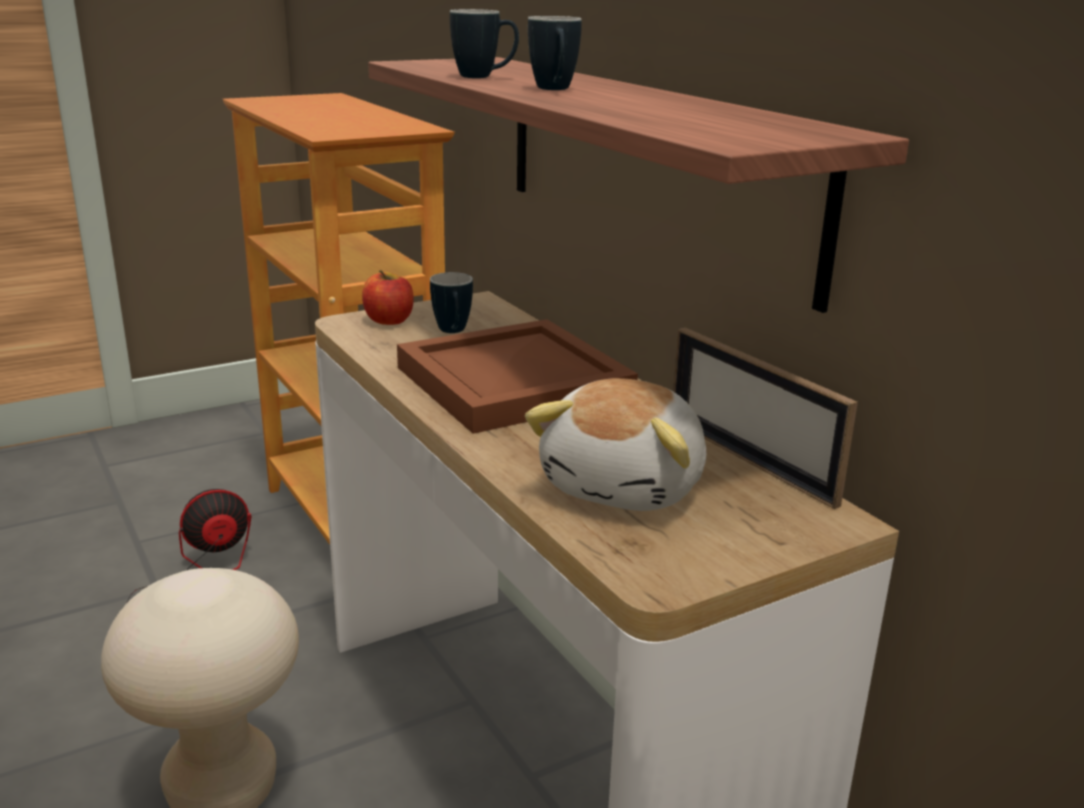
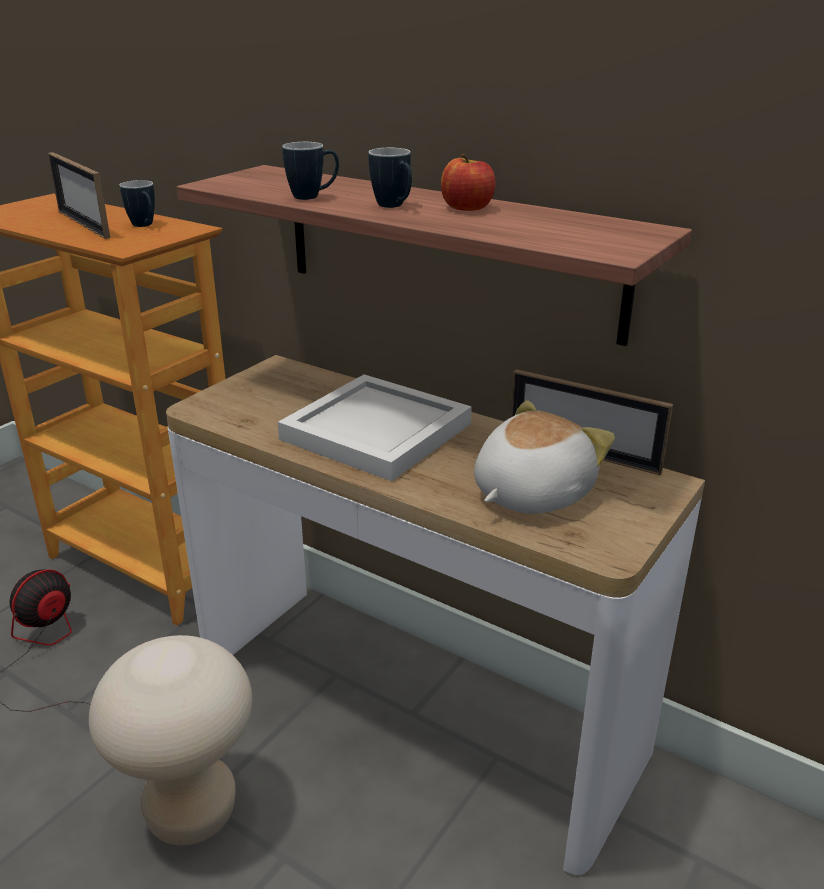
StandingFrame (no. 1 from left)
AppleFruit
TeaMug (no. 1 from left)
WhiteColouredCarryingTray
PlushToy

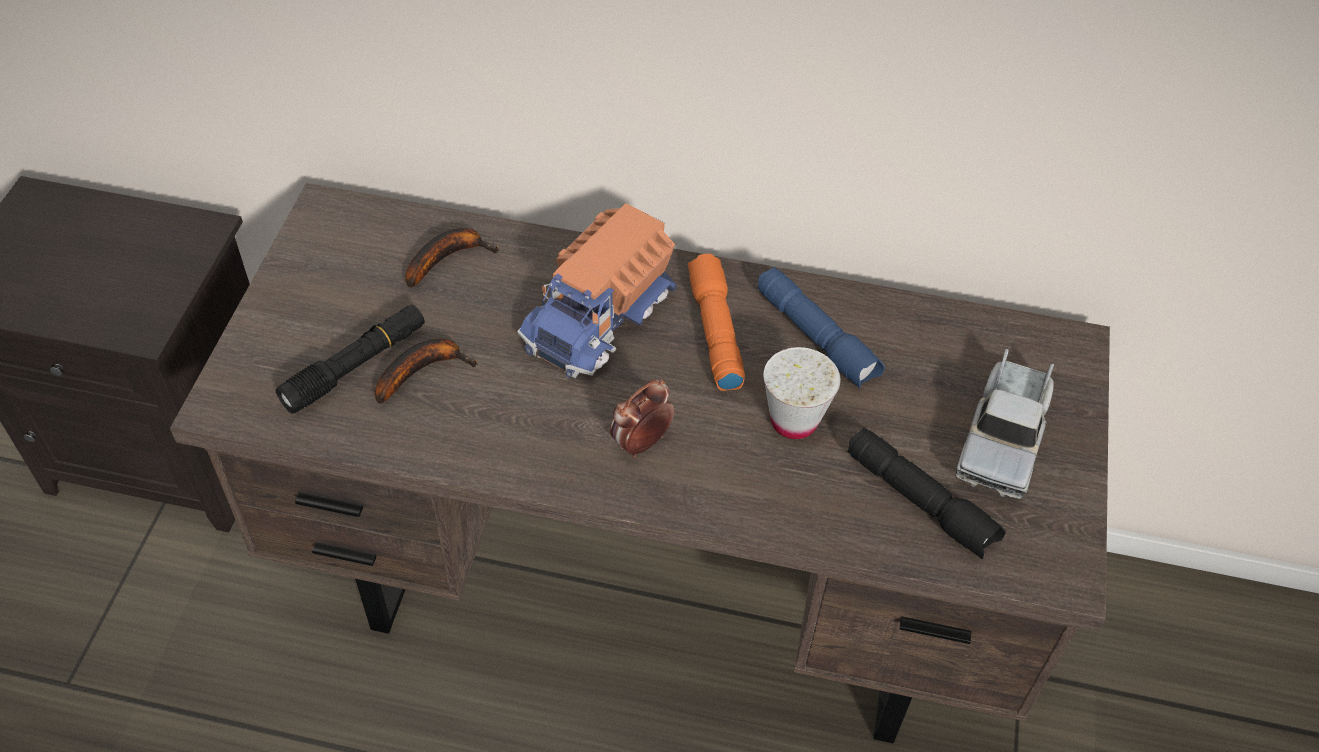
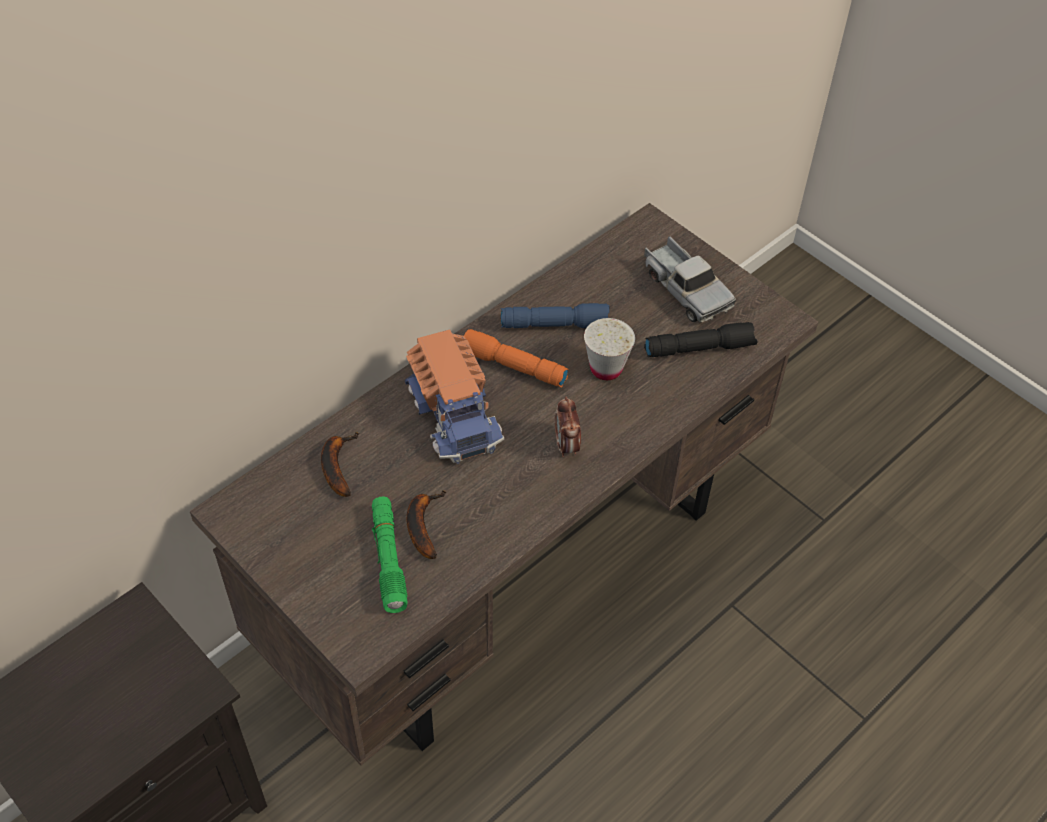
GreenishFlashlight

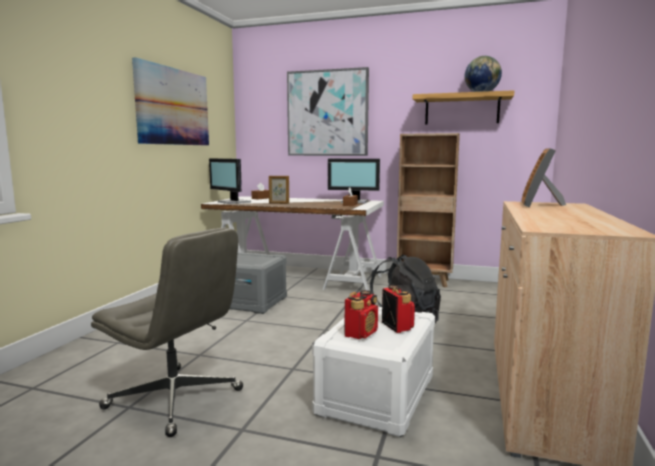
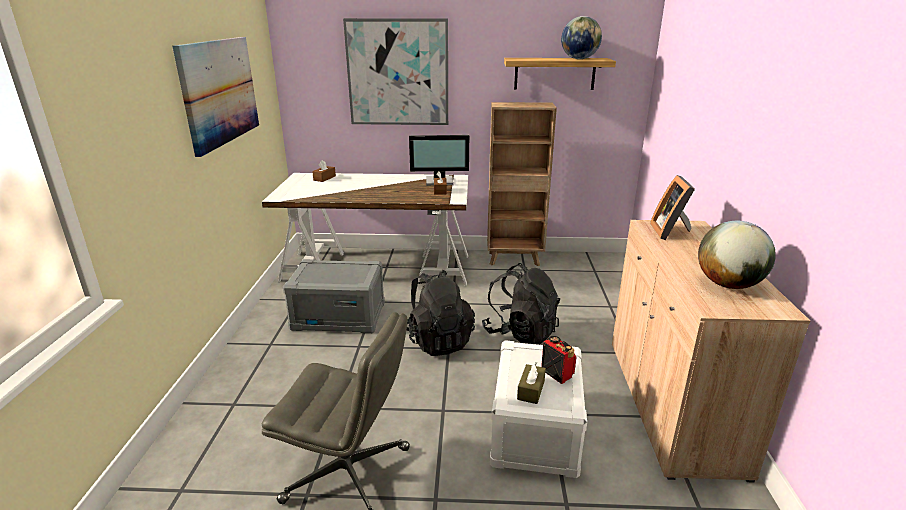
ComputerDisplay (no. 1 from left in the first image)
StandingFrame (no. 1 from left in the first image)
BlackColouredBackpack (no. 1 from left)
DeskGlobe (no. 2 from left)
BrownTissueBox (no. 3 from left)

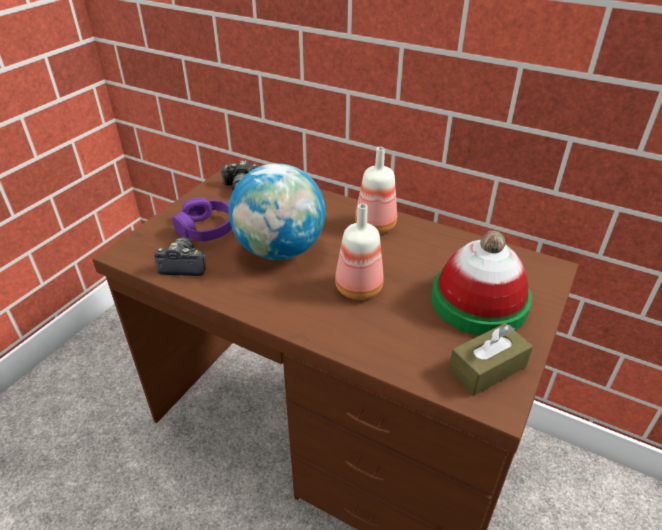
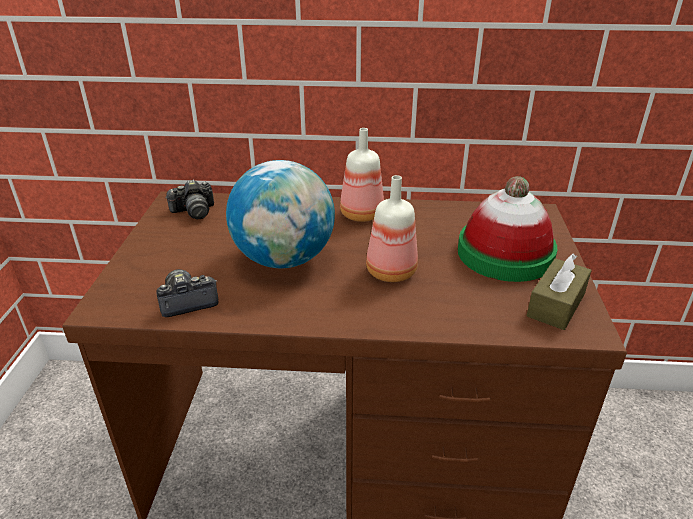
PurpleColouredHeadset

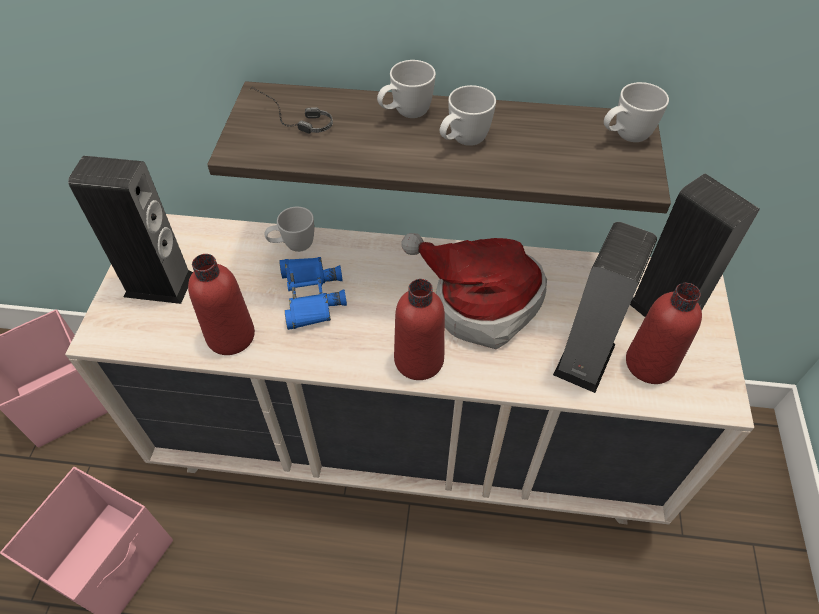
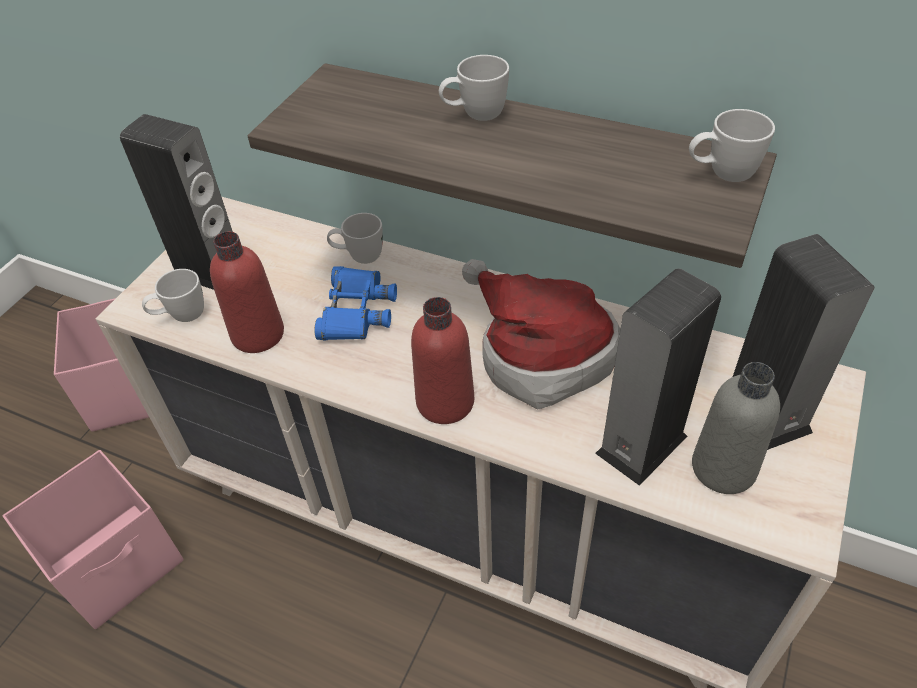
Headset
WhiteColouredTeaMug (no. 1 from left)
GreyishBeverageBottle

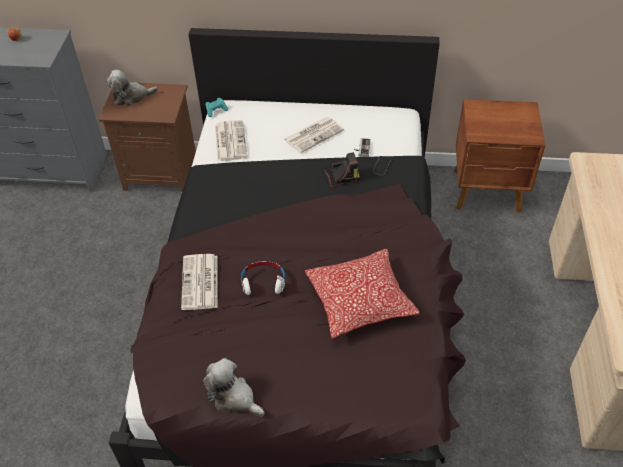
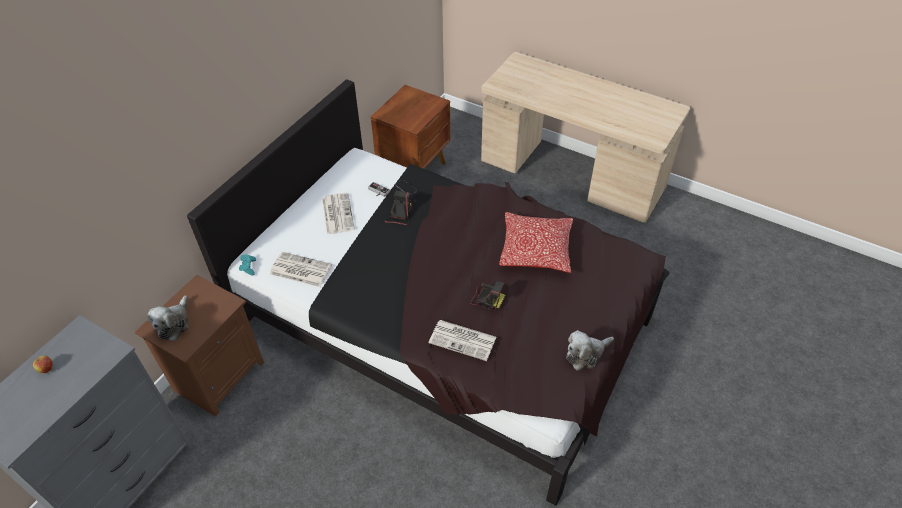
PhotoCamera (no. 2 from left)

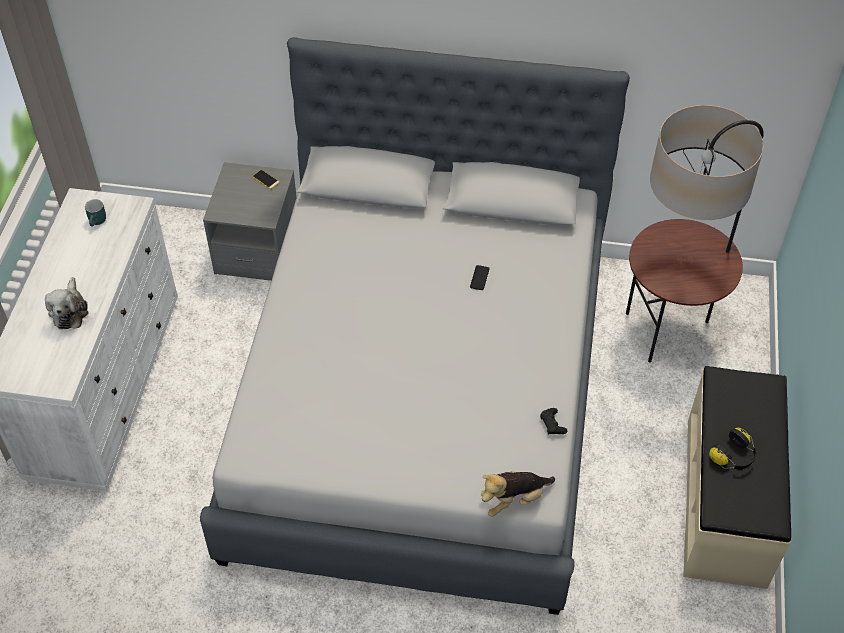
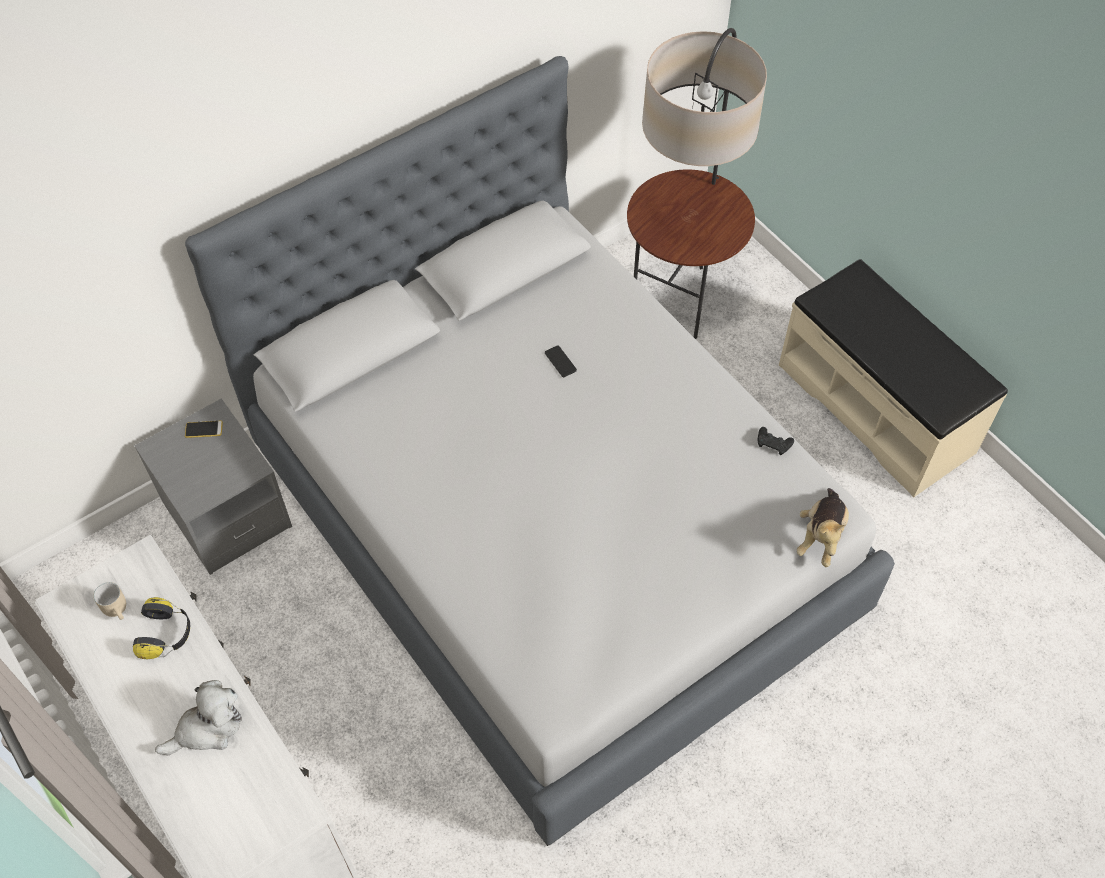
Headset
BeigeColouredTeaMug
PlushToy (no. 1 from left)

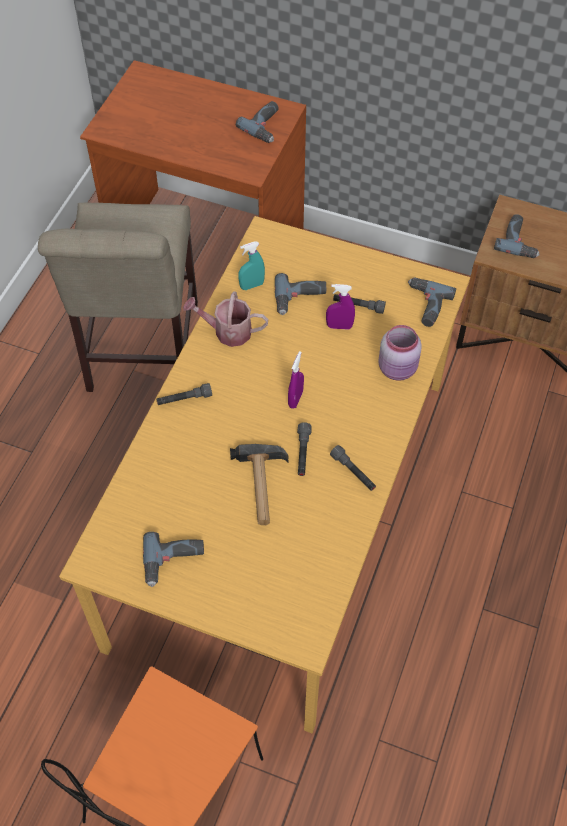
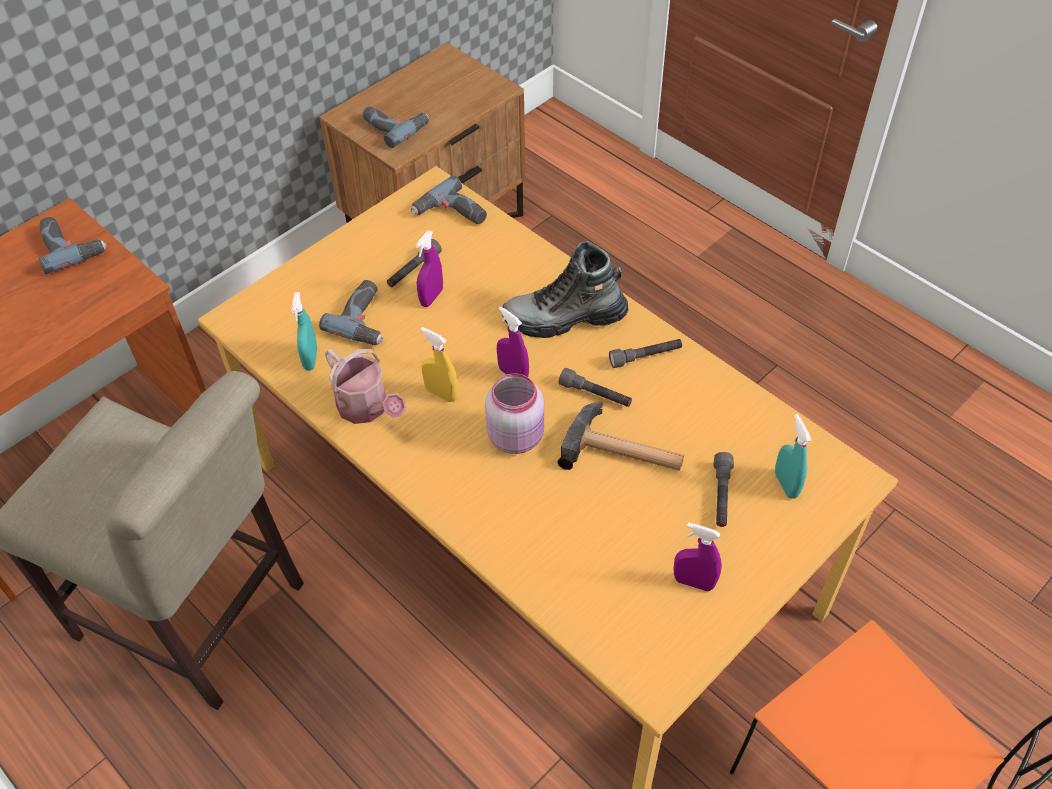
YellowHandSprayer
Boot
TurquoiseColouredHandSprayer (no. 2 from left)
GreyishFlashlight (no. 4 from left)
PinkJar
PurpleColouredHandSprayer (no. 3 from left)
WateringPot

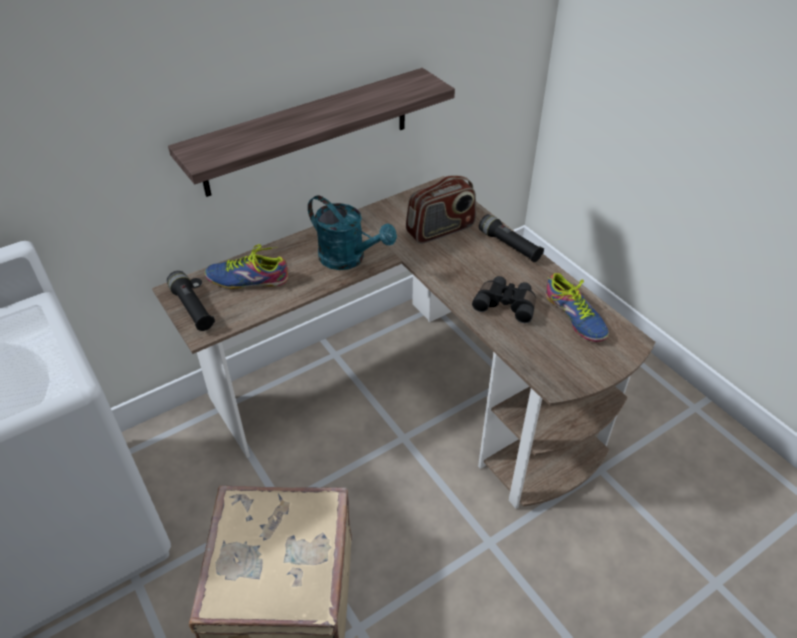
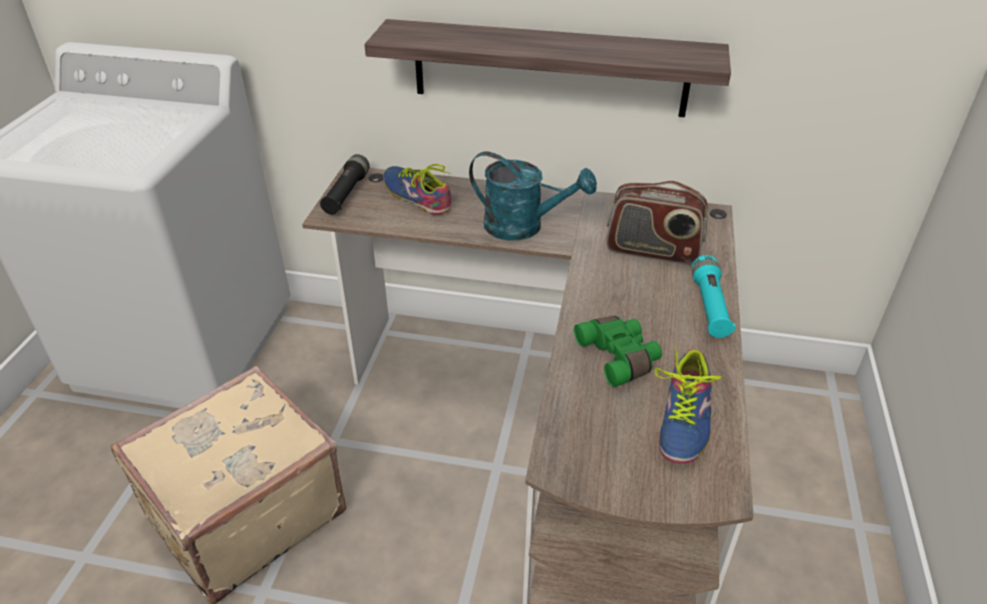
GreenishBinoculars
TurquoiseColouredFlashlight
TurquoiseColouredWateringPot

